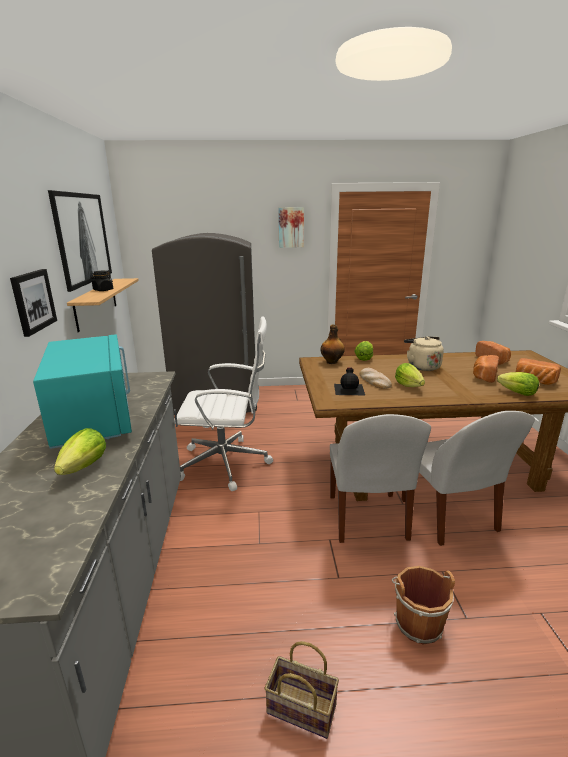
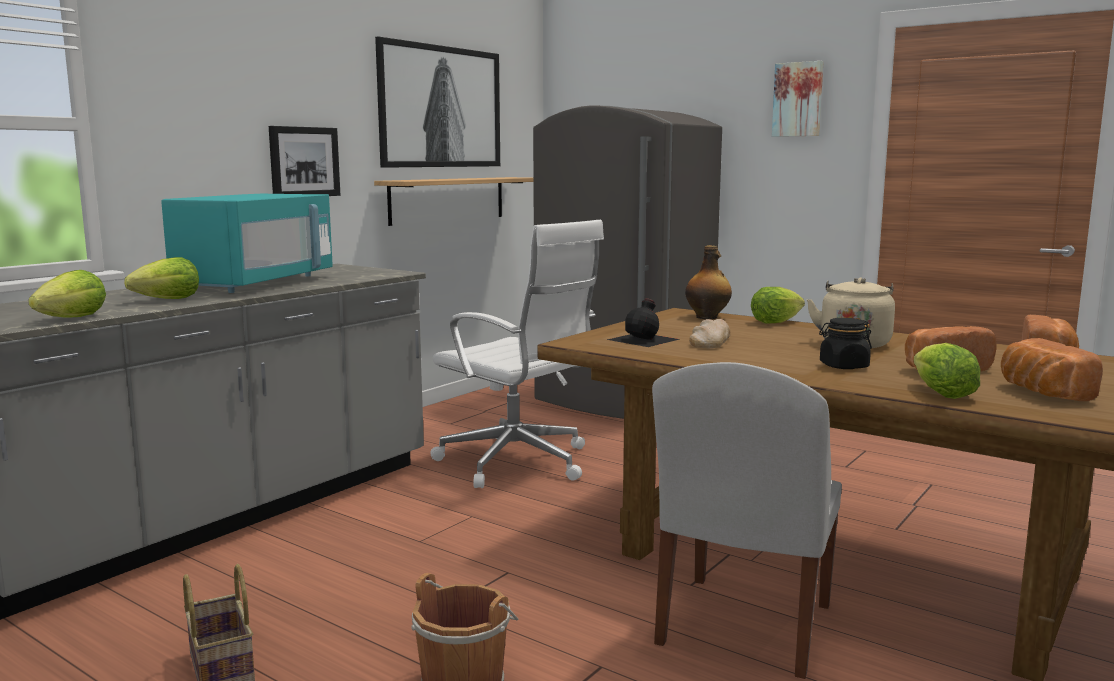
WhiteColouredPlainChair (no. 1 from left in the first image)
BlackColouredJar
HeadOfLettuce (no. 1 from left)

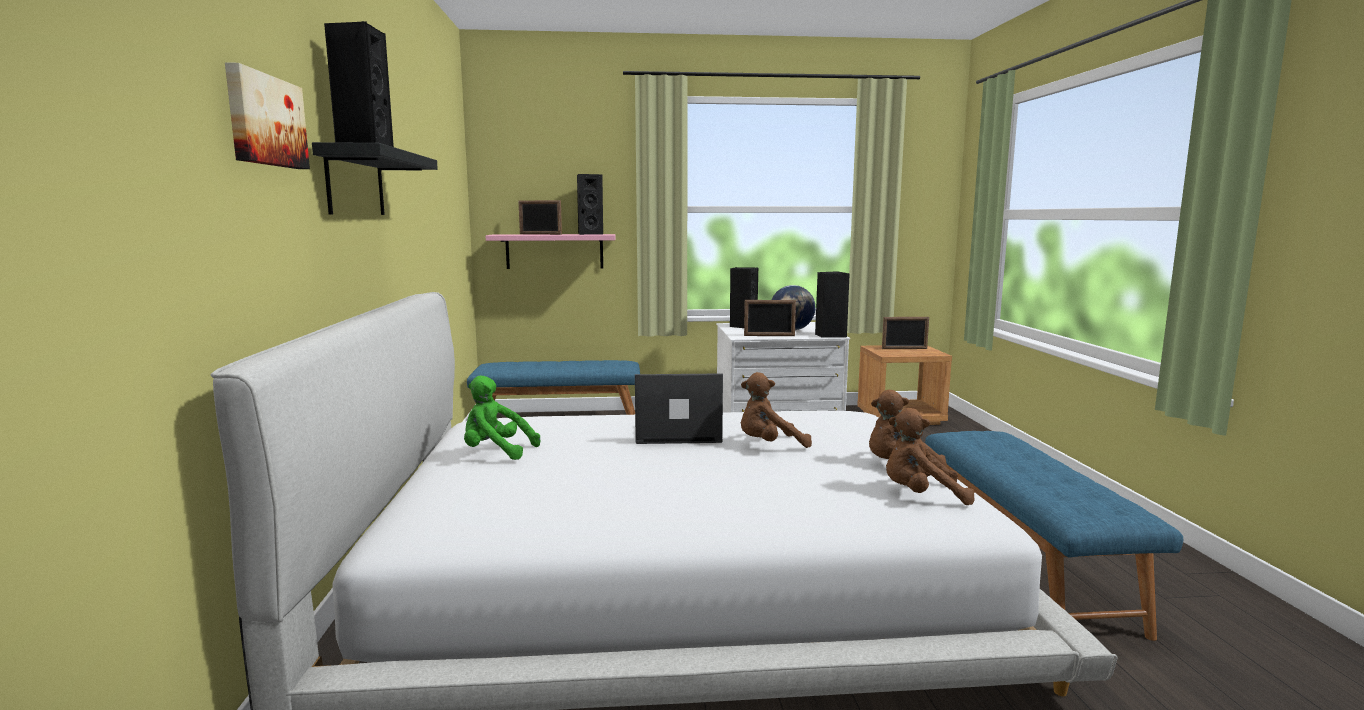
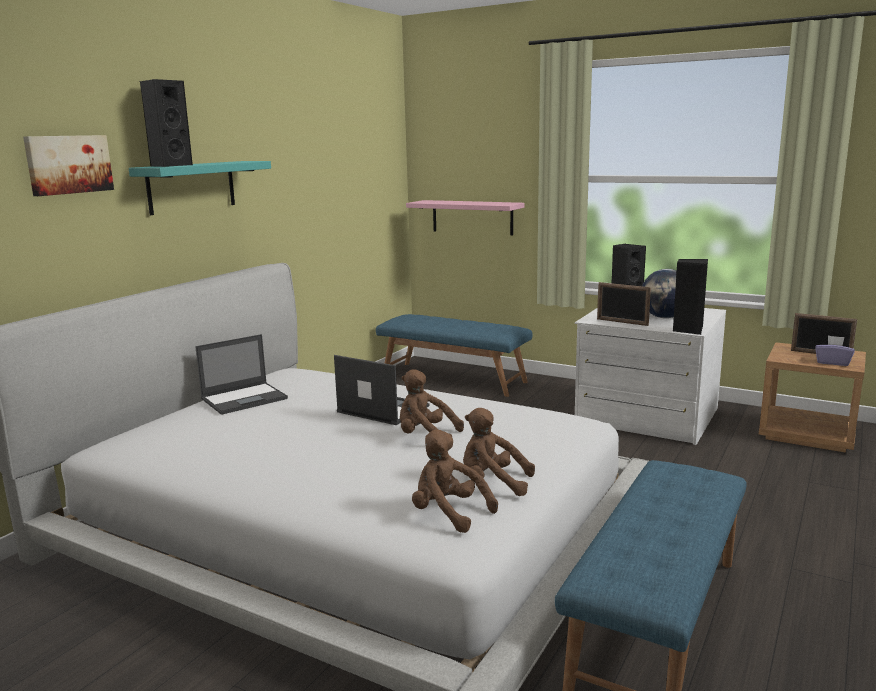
StandingFrame (no. 1 from left in the first image)
BlackColouredAudioSpeaker (no. 2 from left in the first image)
PurpleColouredTissueBox
Laptop (no. 1 from left)
TurquoiseColouredWallShelf

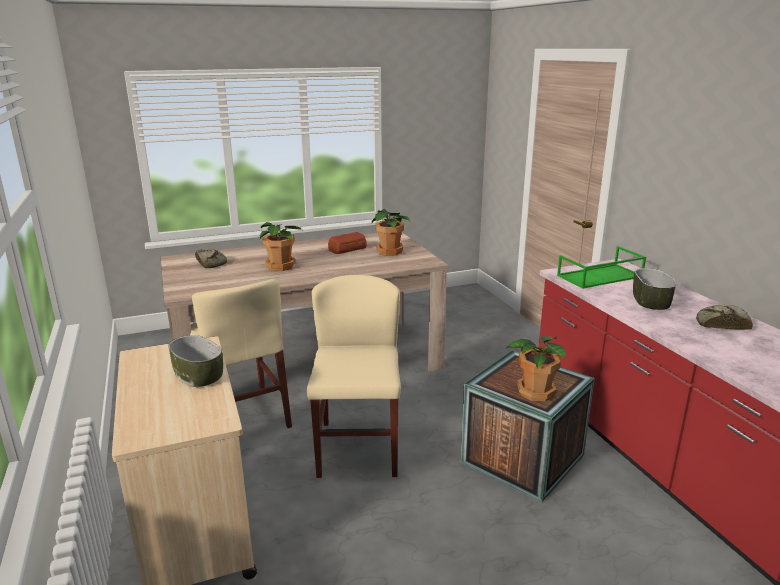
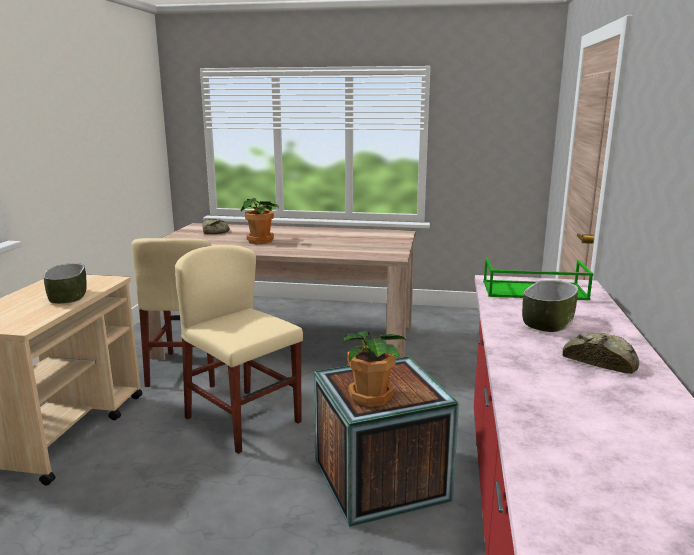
Bread (no. 2 from left in the first image)
PottedPlant (no. 2 from left in the first image)
BeigeColouredPlainChair (no. 2 from left)

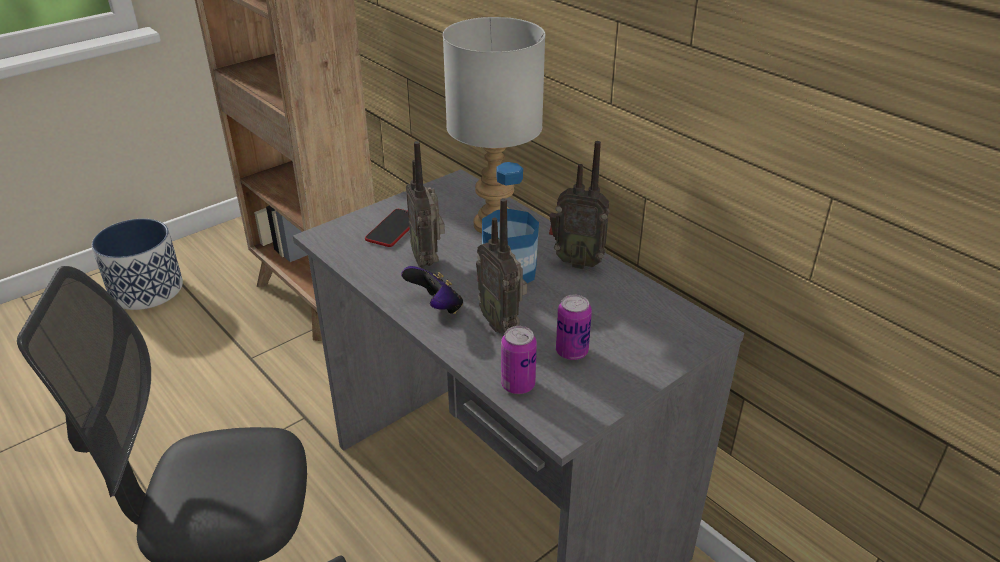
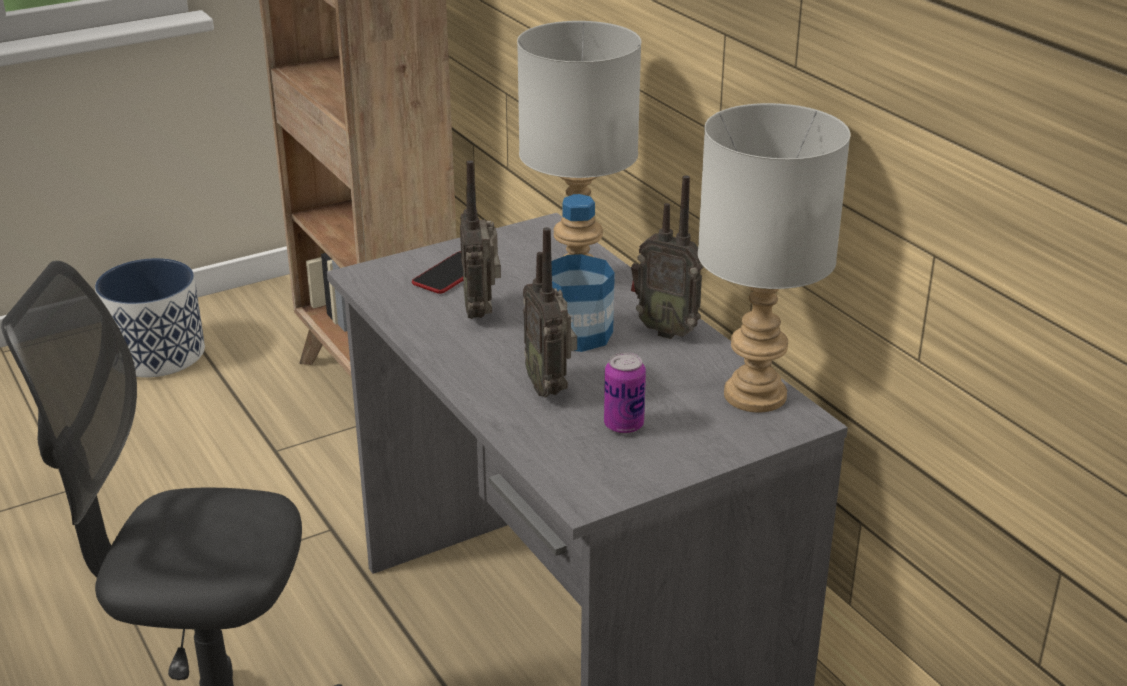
GameController
MetalCan (no. 1 from left in the first image)
GreyishTabletopLamp (no. 2 from left)

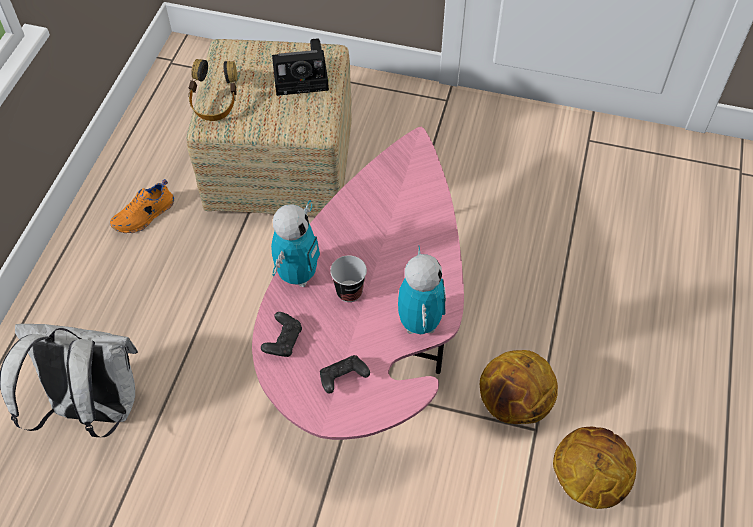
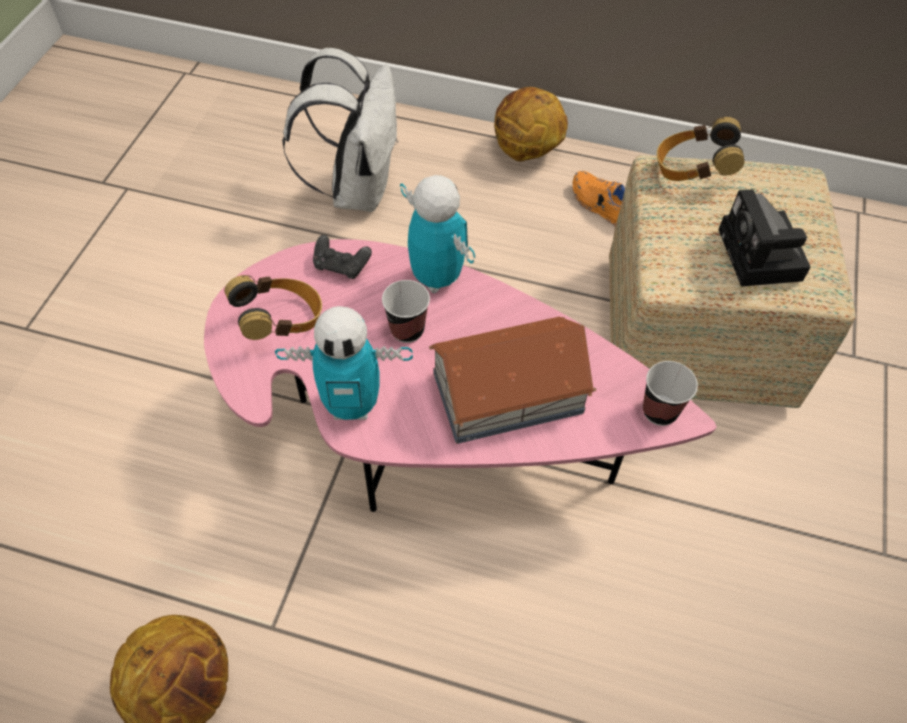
ToyHouse
Cup (no. 2 from left)
Basketball (no. 2 from left)
Headset (no. 1 from left)
ModelRobot (no. 2 from left)

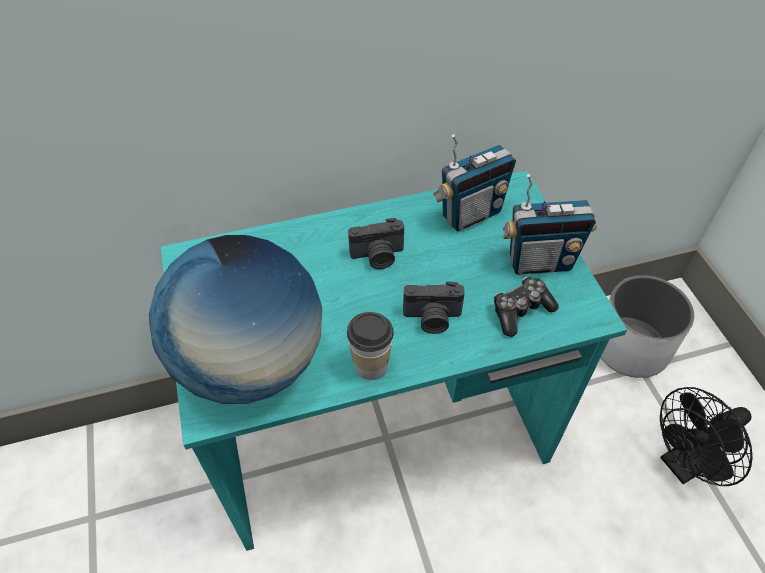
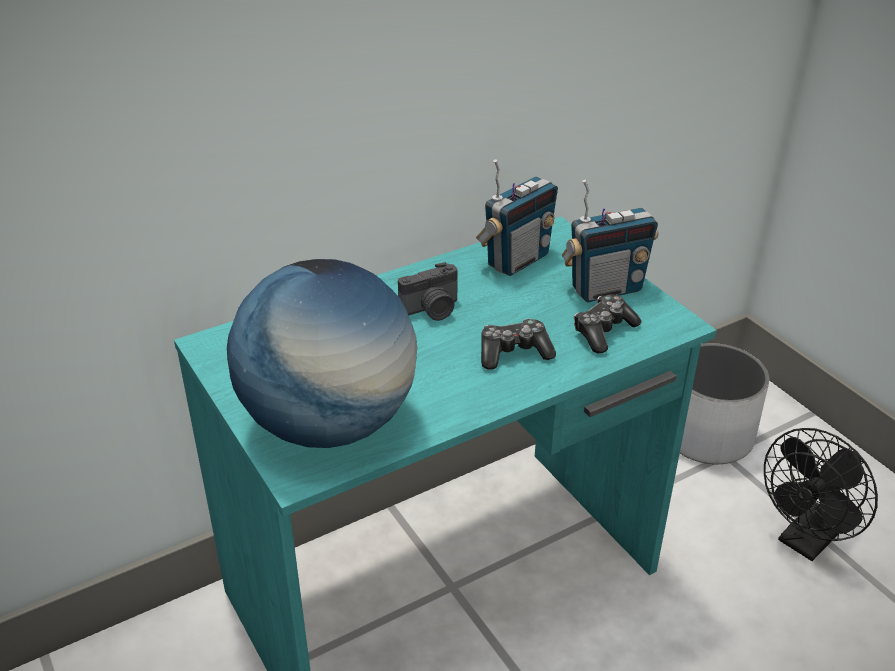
Cup
GameController (no. 1 from left)

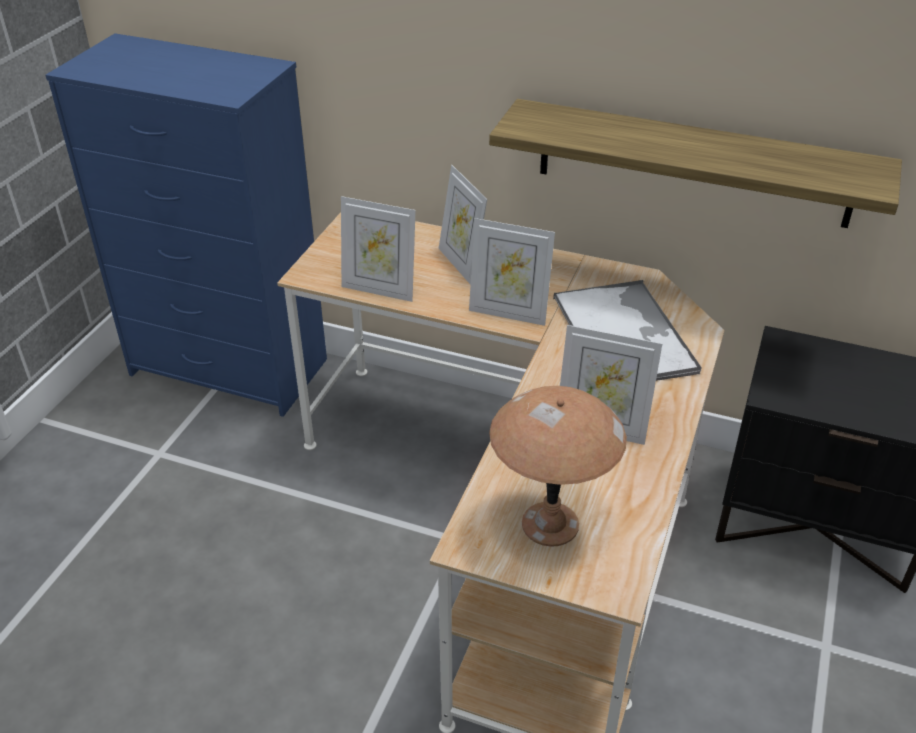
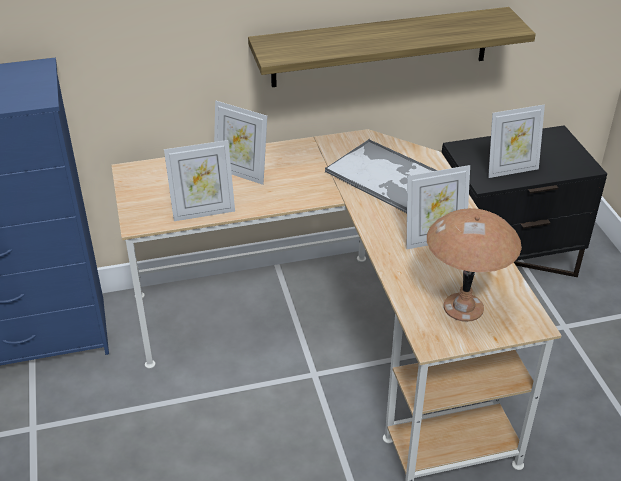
StandingFrame (no. 4 from left)

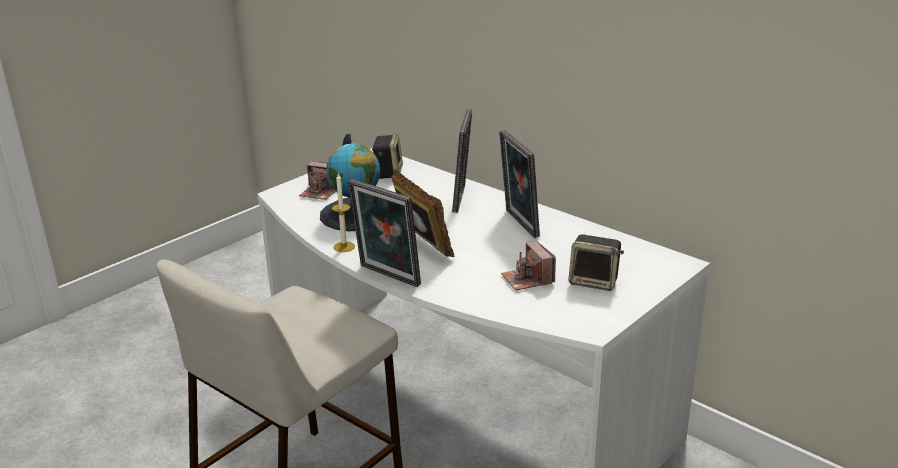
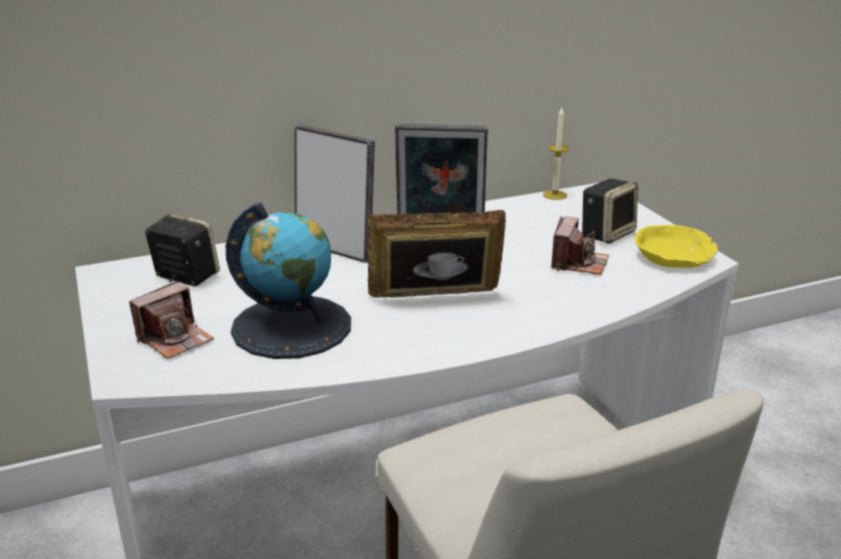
StandingFrame (no. 1 from left in the first image)
YellowServingBowl
WaxCandle
PhotoCamera (no. 2 from left)

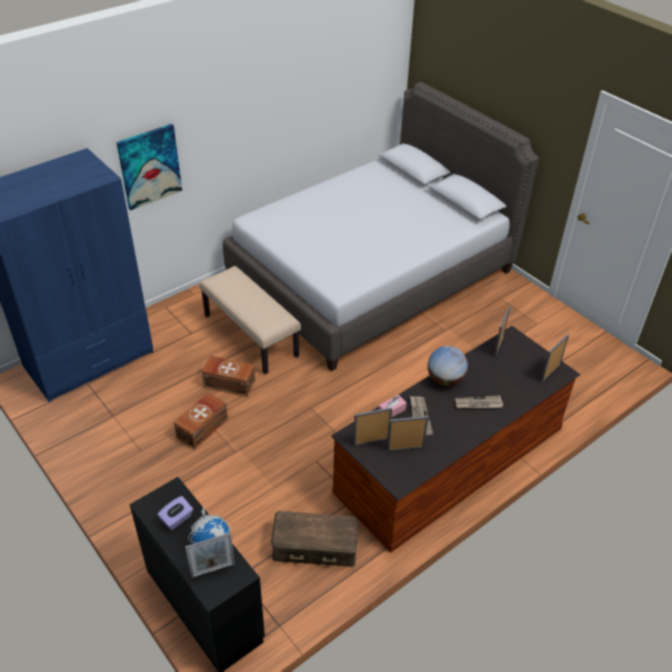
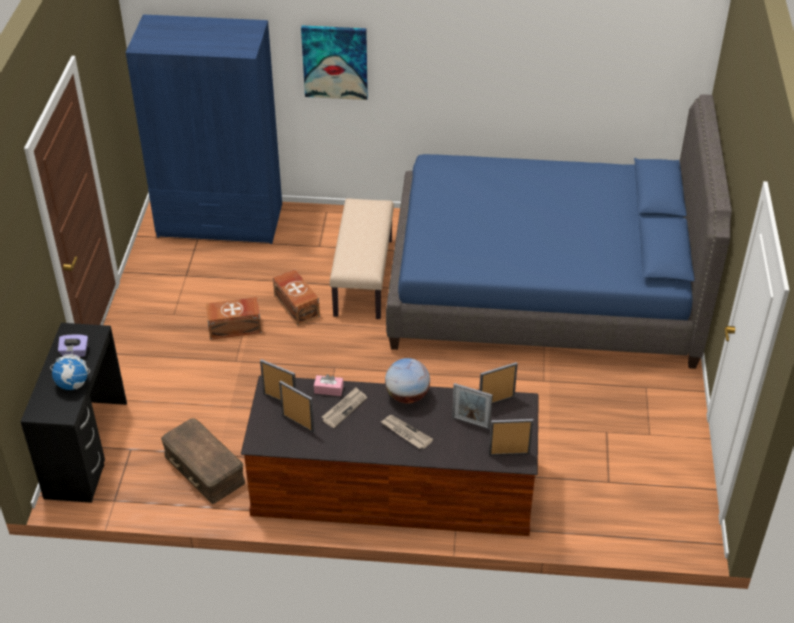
StandingFrame (no. 3 from left)
BlueColouredBed

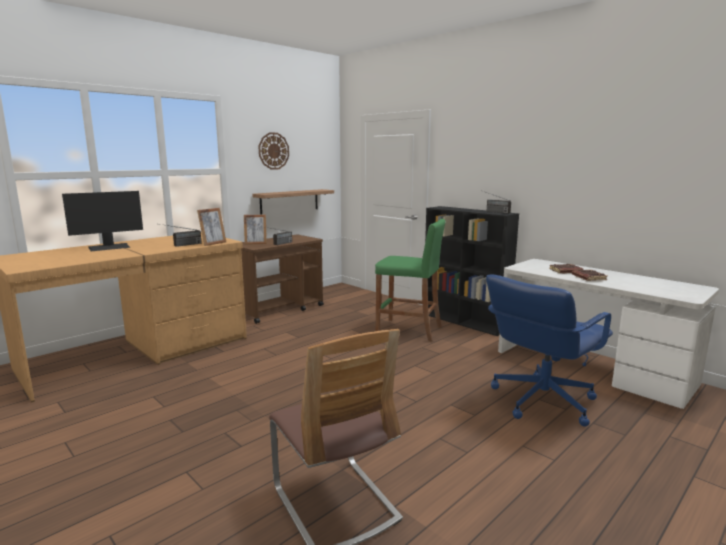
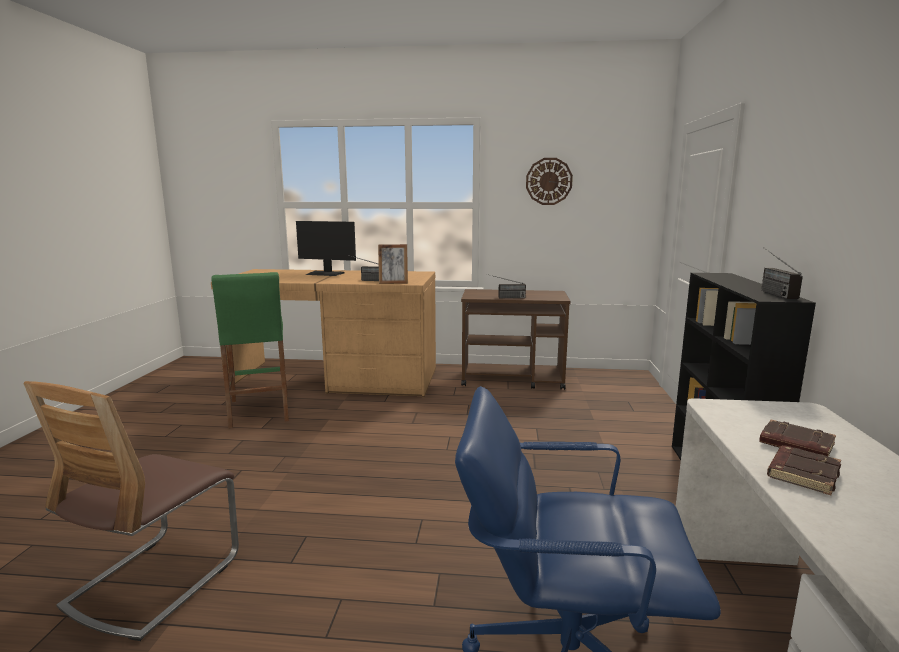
StandingFrame (no. 2 from left in the first image)
WallShelf
GreenishSittingStool

